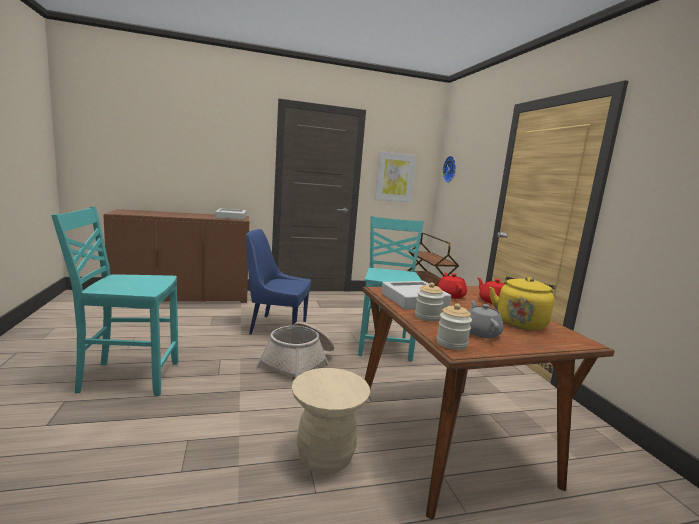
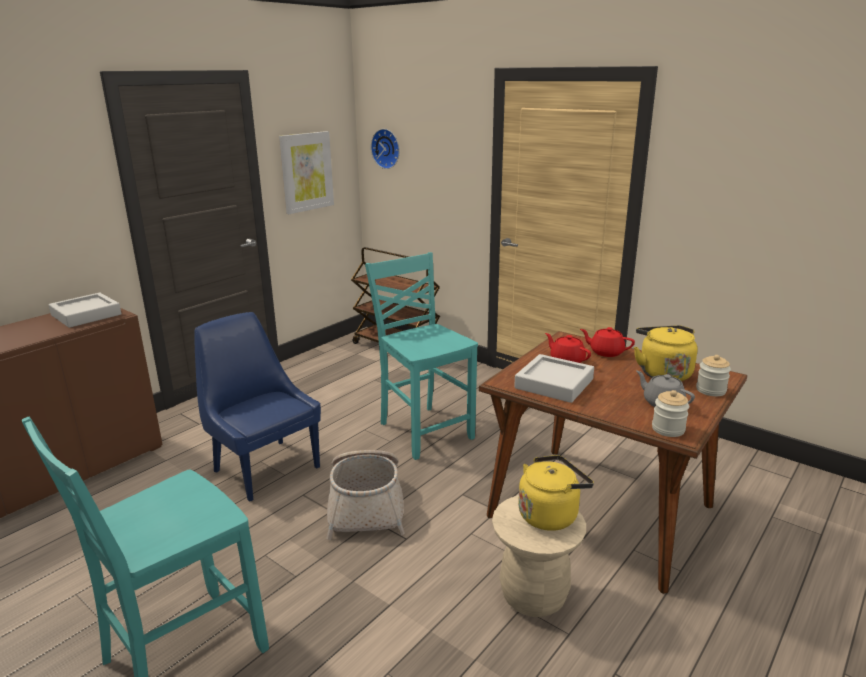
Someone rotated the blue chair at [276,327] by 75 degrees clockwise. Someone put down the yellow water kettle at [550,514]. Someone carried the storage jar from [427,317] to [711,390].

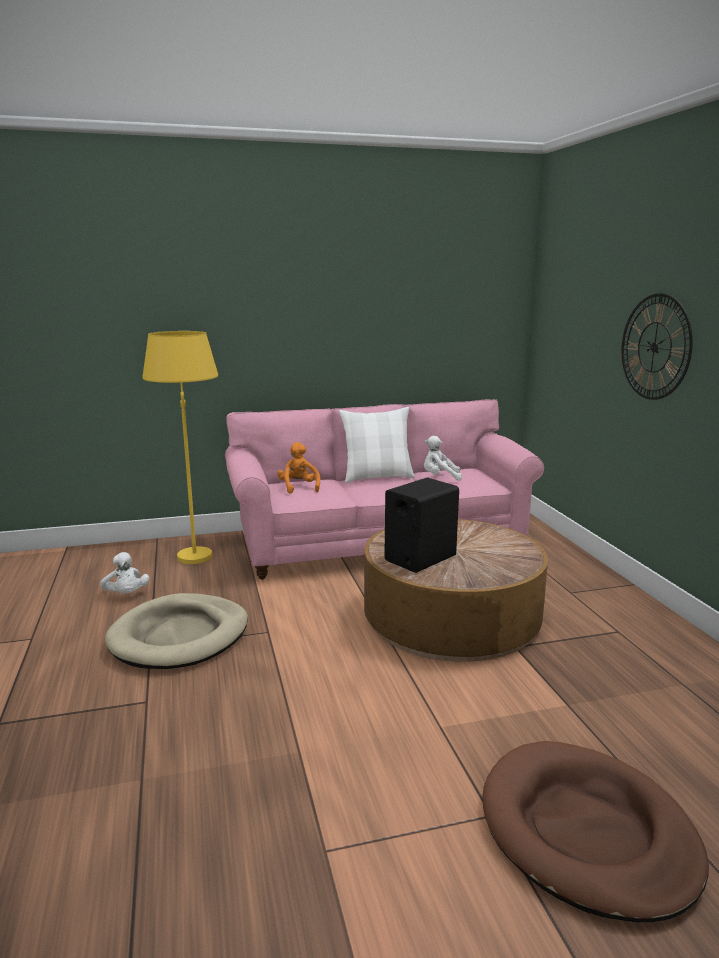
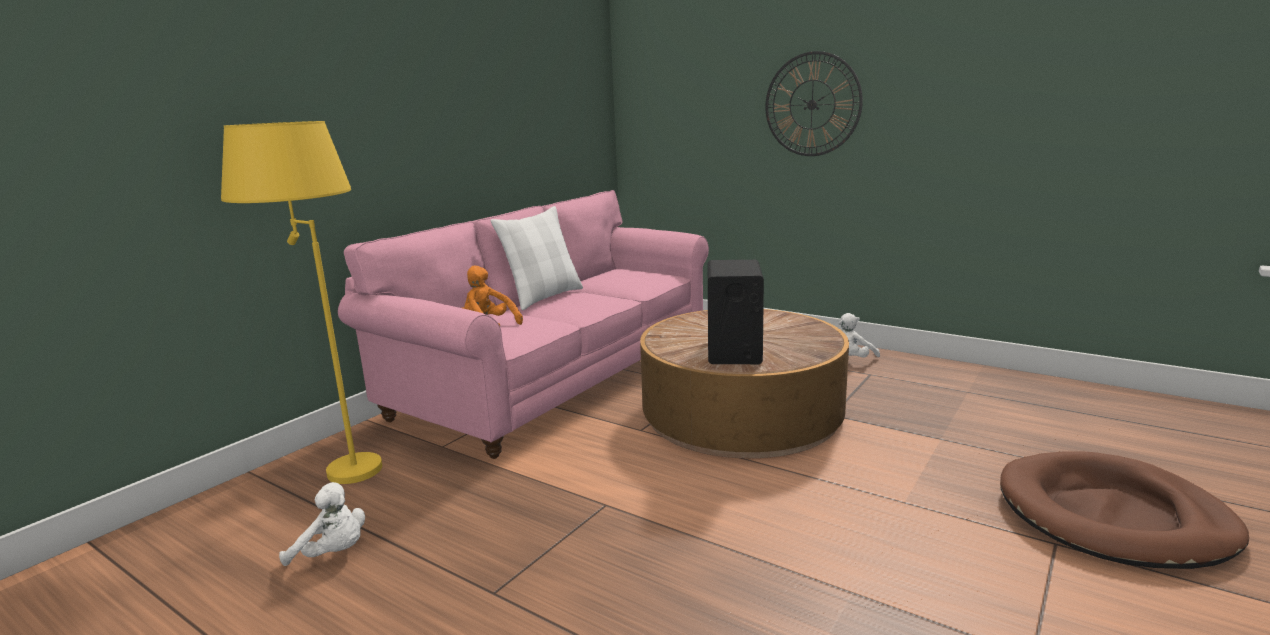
Someone carried the white plush toy from [440,477] to [852,359]. Someone took away the beige pet bed at [180,636].

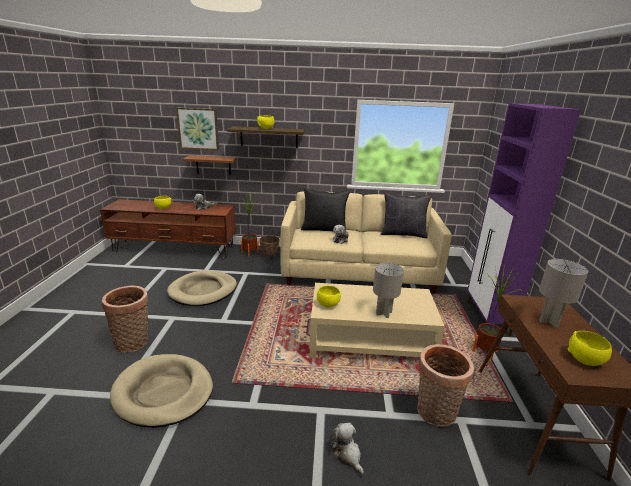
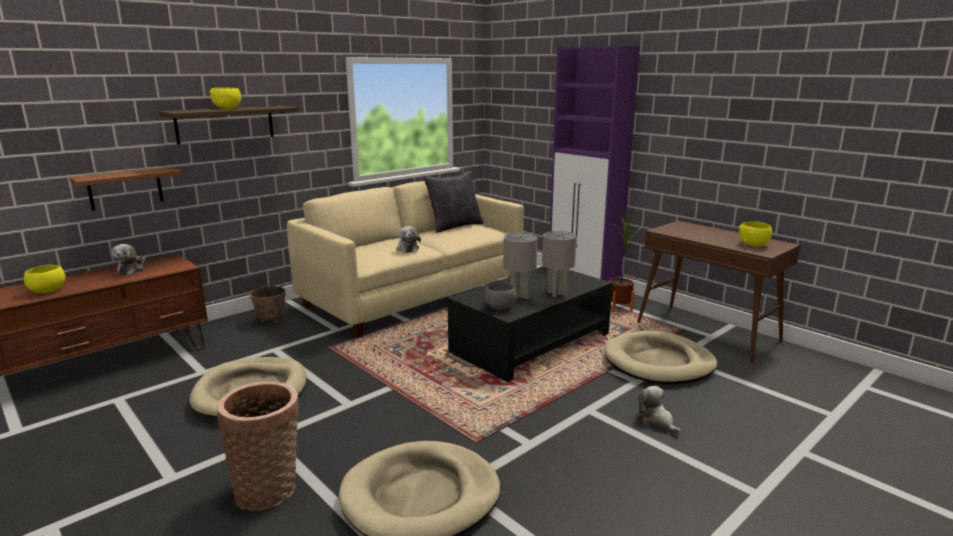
Someone repainted the beige low table at [370,340], which became the black low table at [530,343]. Someone repainted the yellow serving bowl at [327,304], which became the greyish serving bowl at [500,307]. Someone carried the greyish lamp for a table from [548,321] to [518,296]. Someone swapped the basket at [435,413] for the beige pet bed at [659,362]. Someone rotated the plush toy at [347,454] by 45 degrees clockwise. Someone took away the wall art at [198,129]. Someone took away the houseplant at [250,253]. Someone took away the black throw pillow at [324,229].

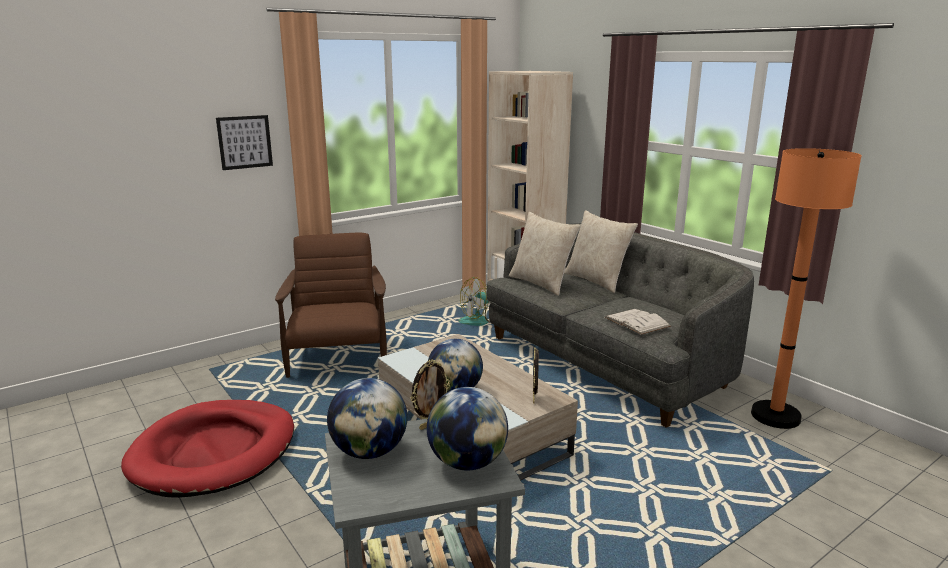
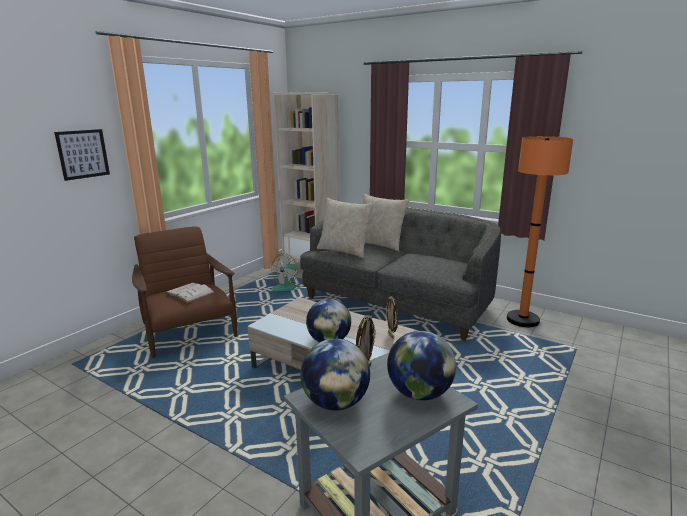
Someone carried the white volume from [637,322] to [190,292]. Someone took away the red-coloured pet bed at [214,452].

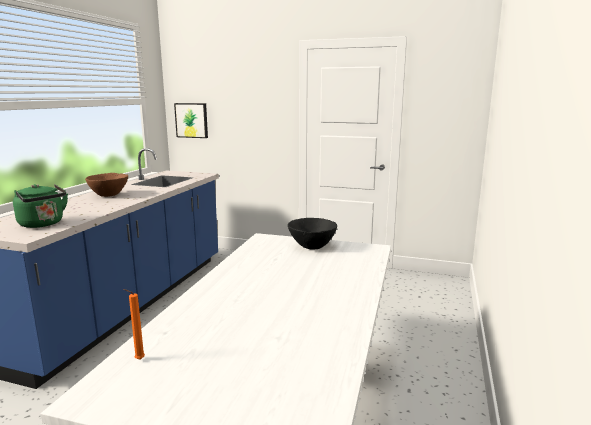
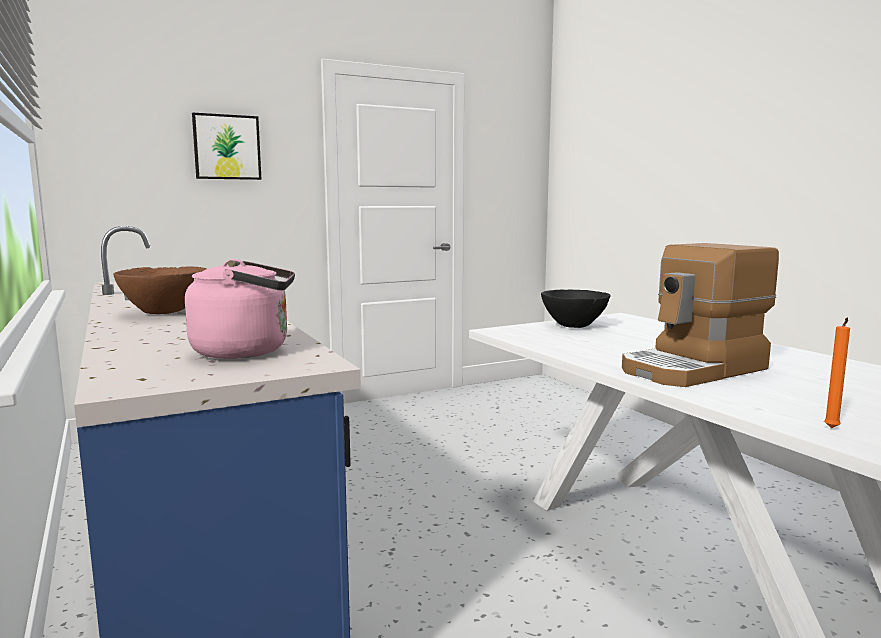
Someone repainted the greenish water kettle at [43,224], which became the pinkish water kettle at [247,351]. Someone carried the wall art from [192,120] to [227,147]. Someone put down the coffee brewer at [694,369].

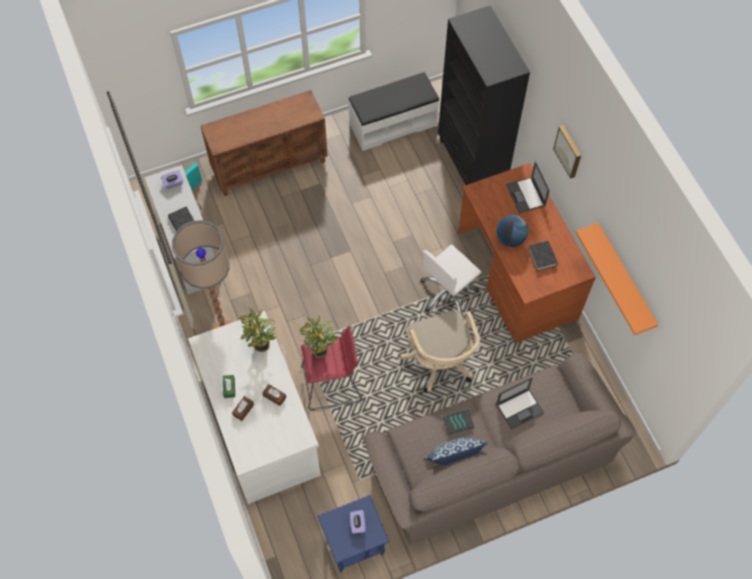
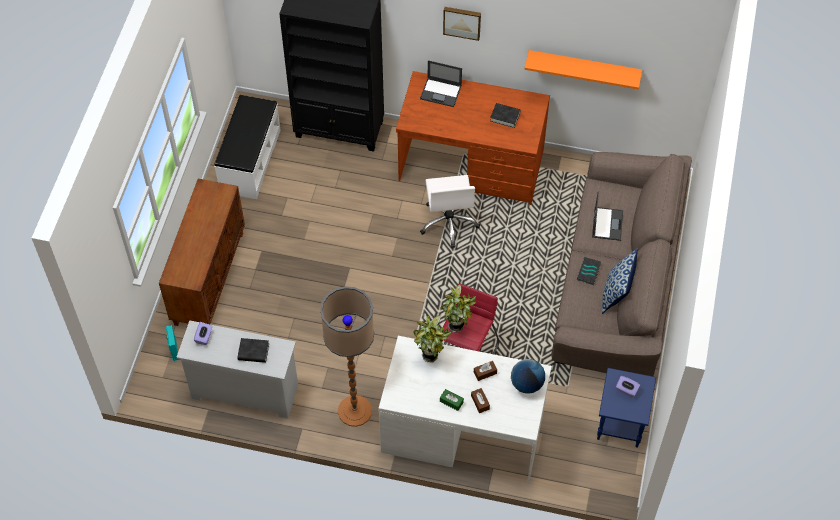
Someone carried the desk globe from [510,238] to [527,384]. Someone took away the beige desk chair at [440,363].

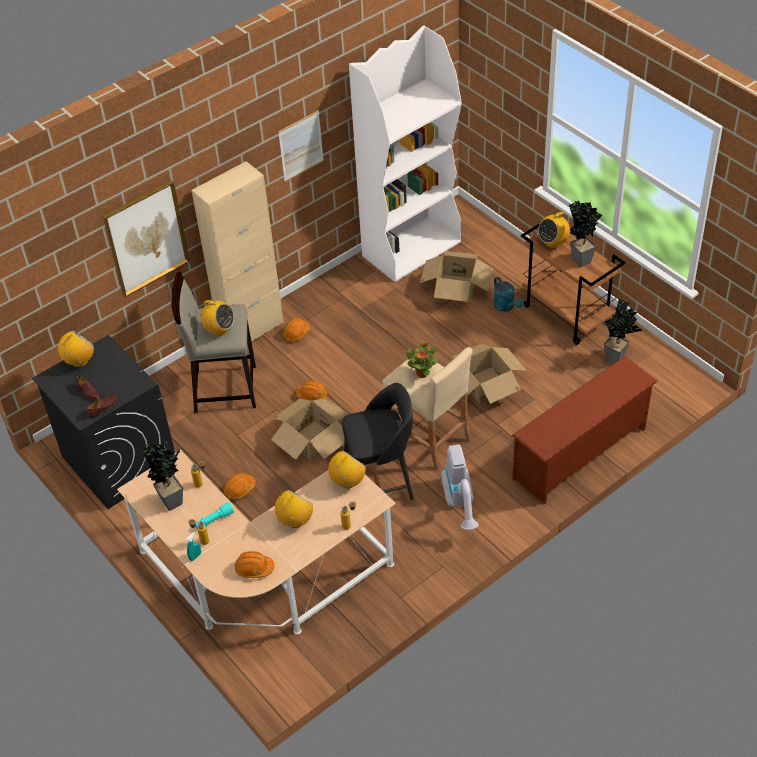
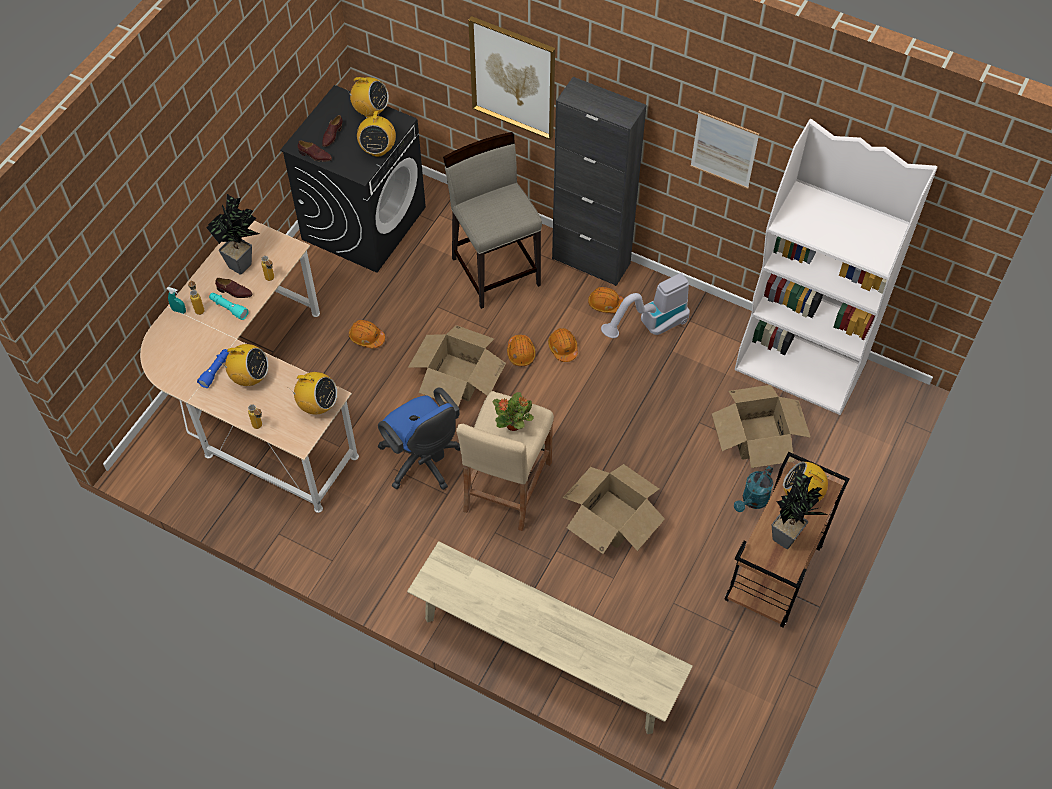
Someone put down the blue torch at [215,370]. Someone put down the brown-coloured low shoe at [234,292]. Someone carried the radio set from [219,330] to [378,149]. Someone swapped the black stool at [380,483] for the blue desk chair at [423,462]. Someone swapped the brown-coloured shoe rack at [581,454] for the beige bench at [546,655]. Someone carried the orange-coloured work helmet from [254,568] to [563,348]. Someone repainted the beige storage cabinet at [251,330], which became the black storage cabinet at [591,261]. Someone carried the hoover from [460,504] to [650,327]. Someone took away the houseplant at [617,357].

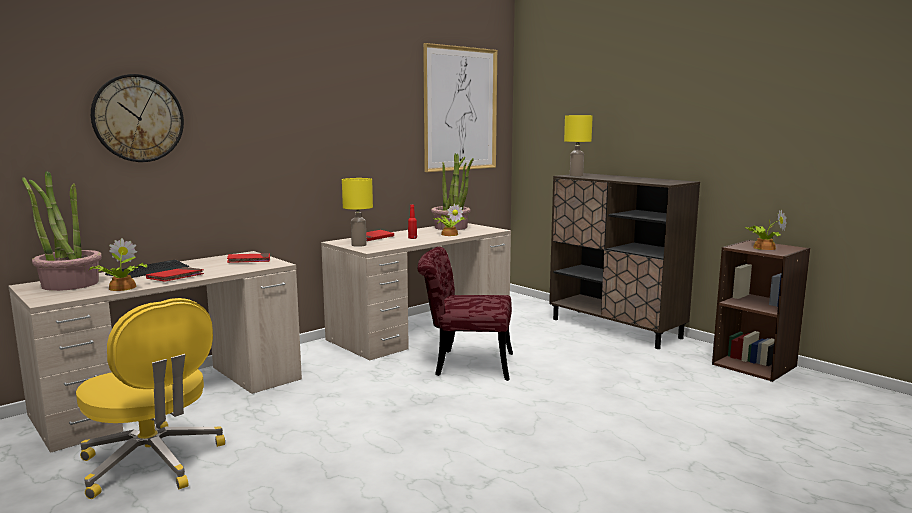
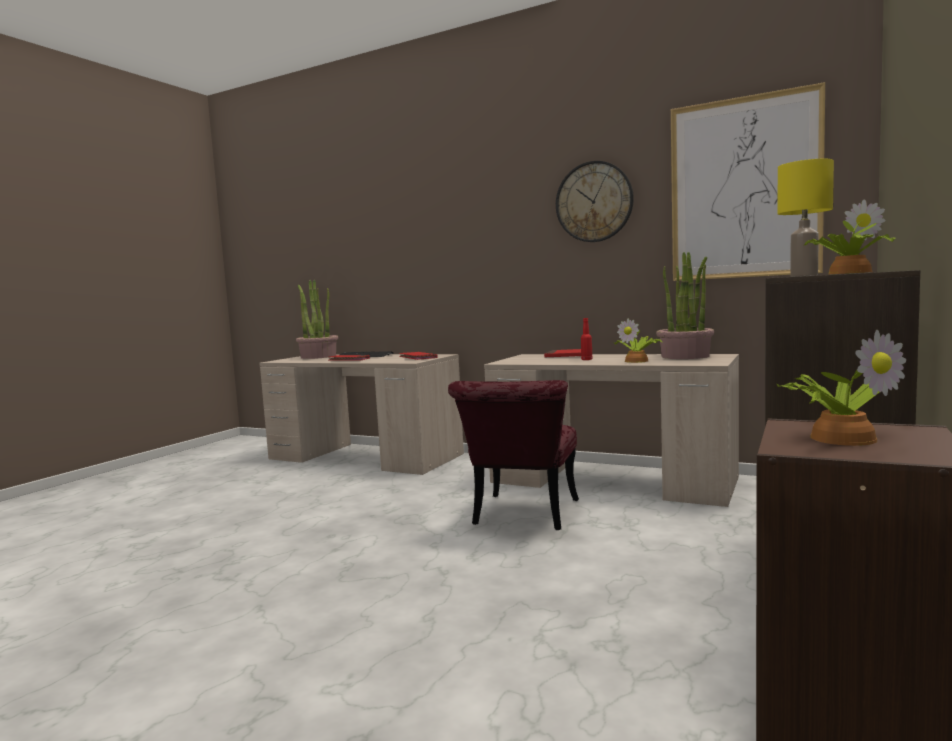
Someone rotated the red-coloured chair at [465,364] by 150 degrees counterclockwise. Someone carried the clock on the wall from [138,118] to [594,202]. Someone carried the houseplant from [121,288] to [847,273]. Someone took away the yellow desk chair at [153,463]. Someone took away the yellow lamp for a table at [359,245].

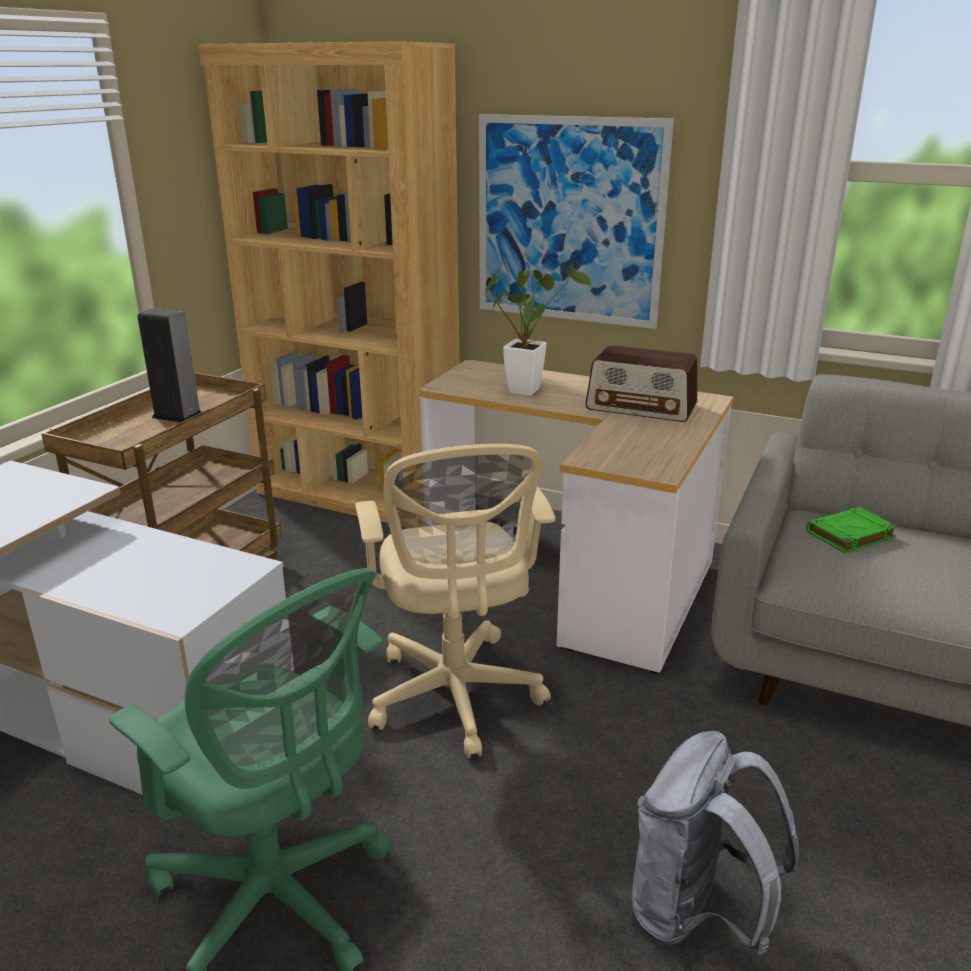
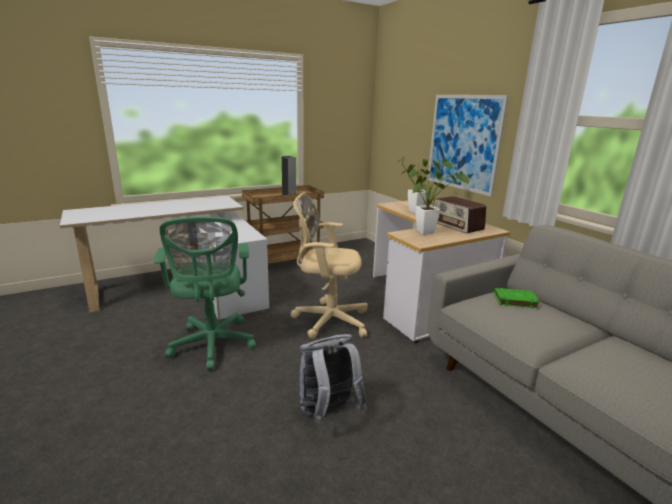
Someone rotated the beige desk chair at [456,698] by 75 degrees clockwise. Someone put down the houseplant at [429,232]. Someone took away the brown-coloured shelving unit at [358,495].

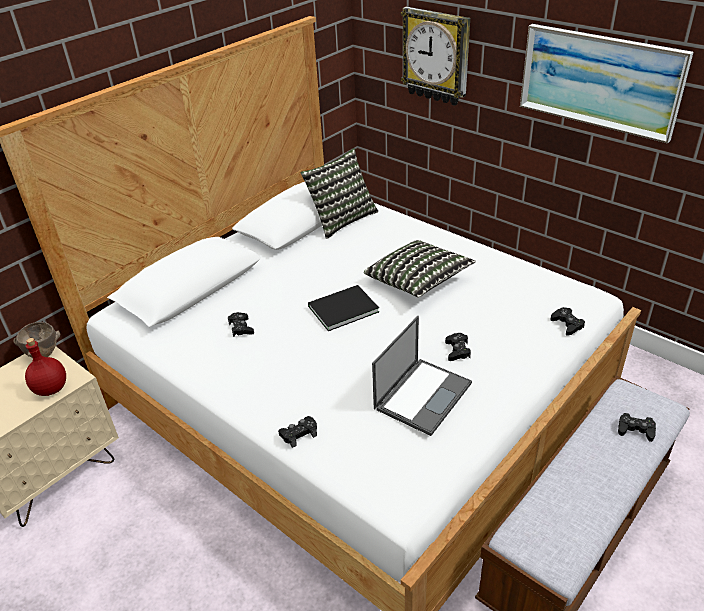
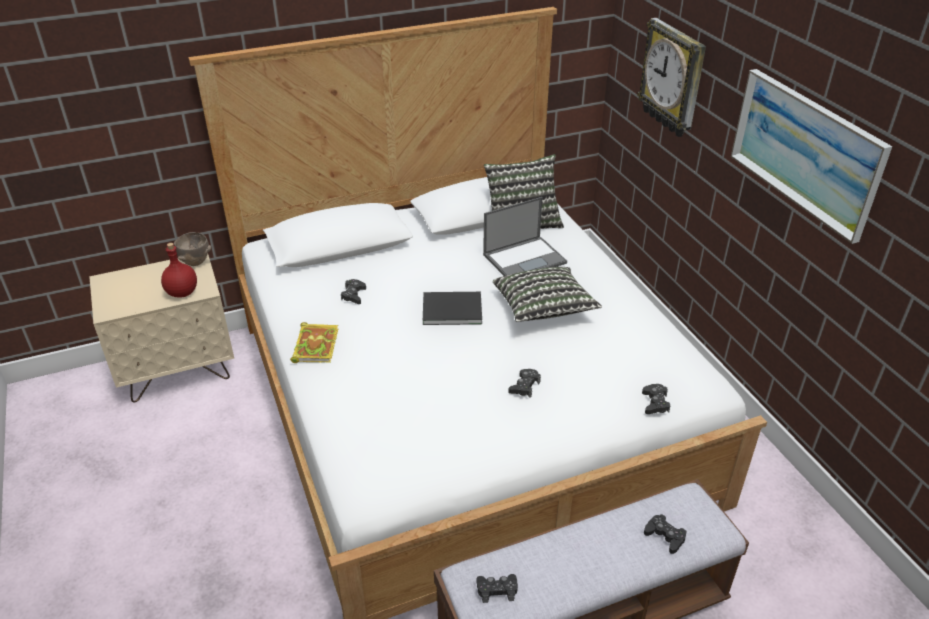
Someone put down the volume at [315,345]. Someone carried the black gamepad from [299,434] to [497,590]. Someone carried the notebook computer from [423,395] to [525,258].

